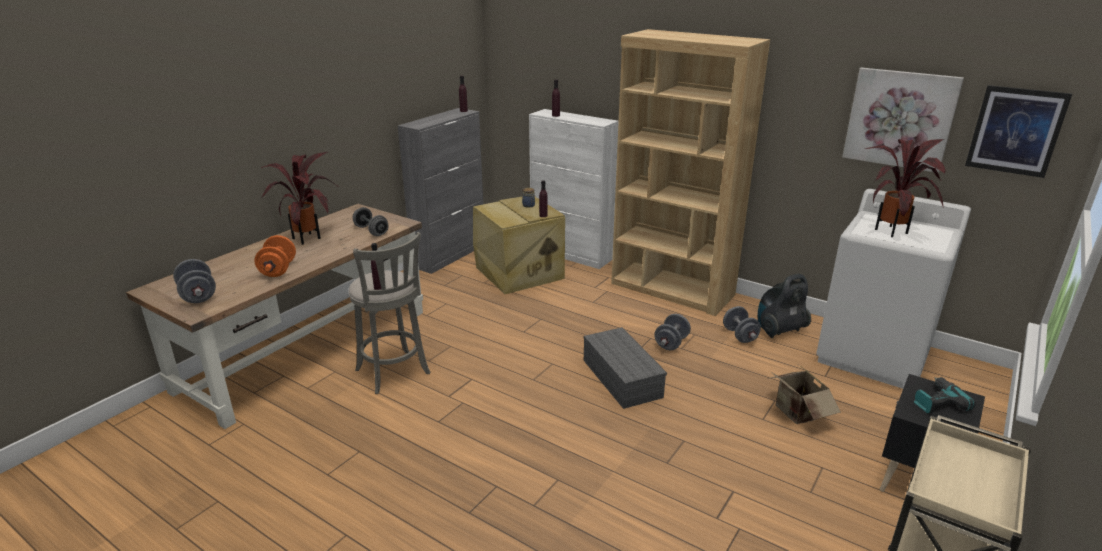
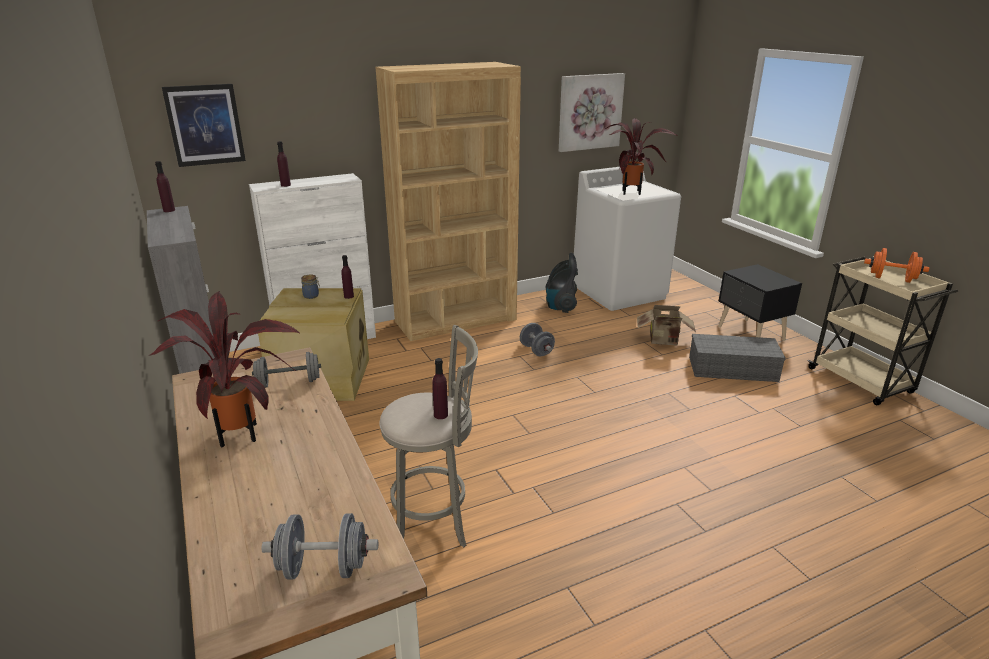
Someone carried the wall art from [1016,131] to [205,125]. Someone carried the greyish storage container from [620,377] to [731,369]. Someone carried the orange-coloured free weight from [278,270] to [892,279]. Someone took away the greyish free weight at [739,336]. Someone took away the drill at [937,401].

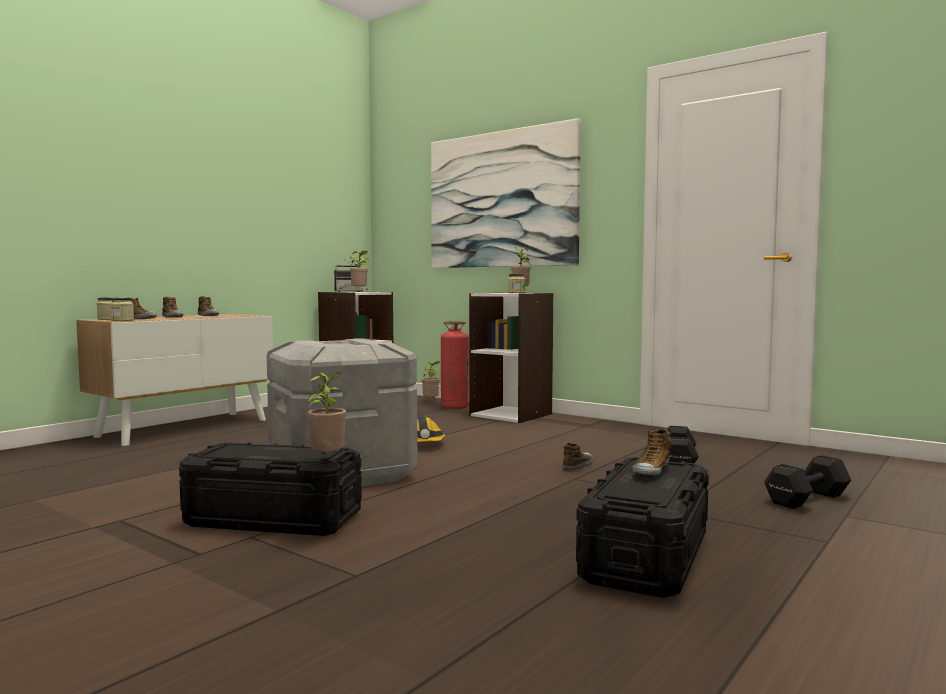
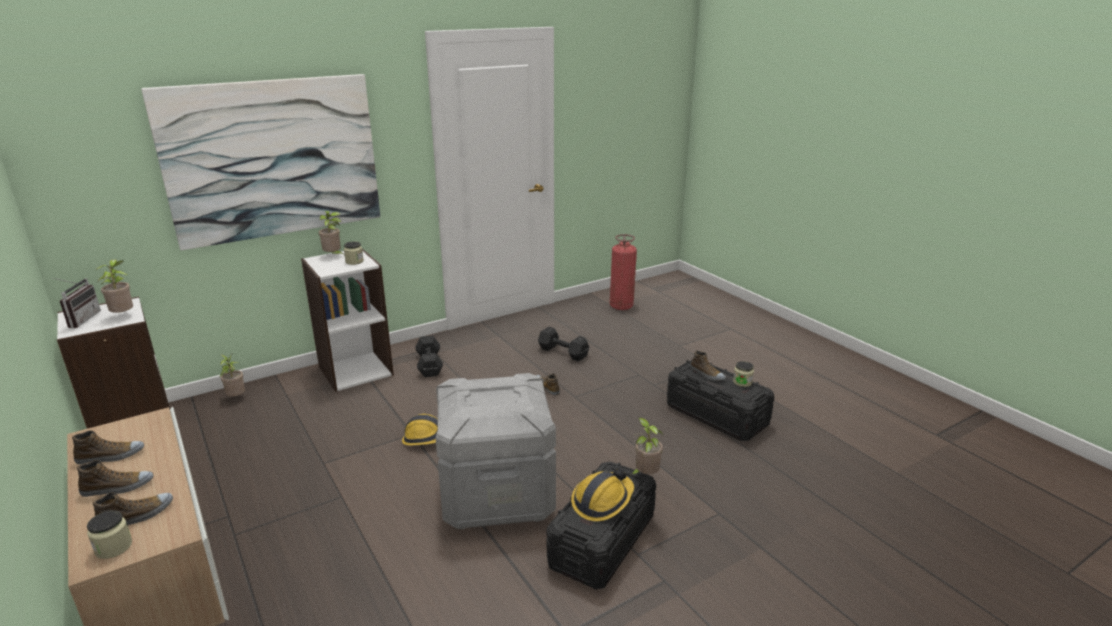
Someone carried the black free weight from [805,499] to [429,366]. Someone put down the work helmet at [602,501]. Someone carried the extinguisher from [454,407] to [621,306]. Someone carried the storage jar from [122,320] to [742,382].

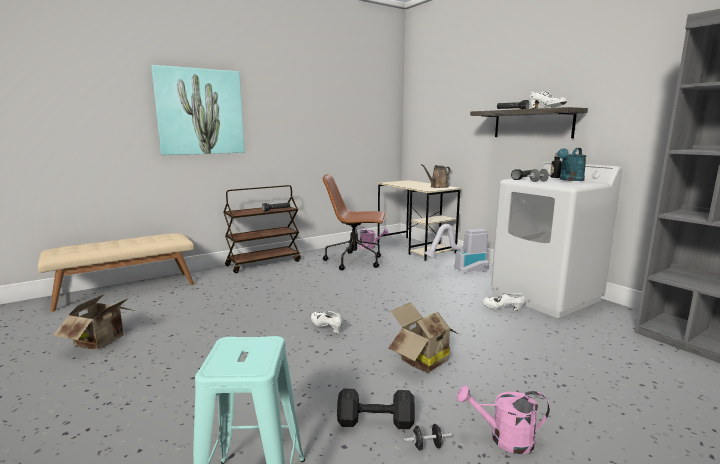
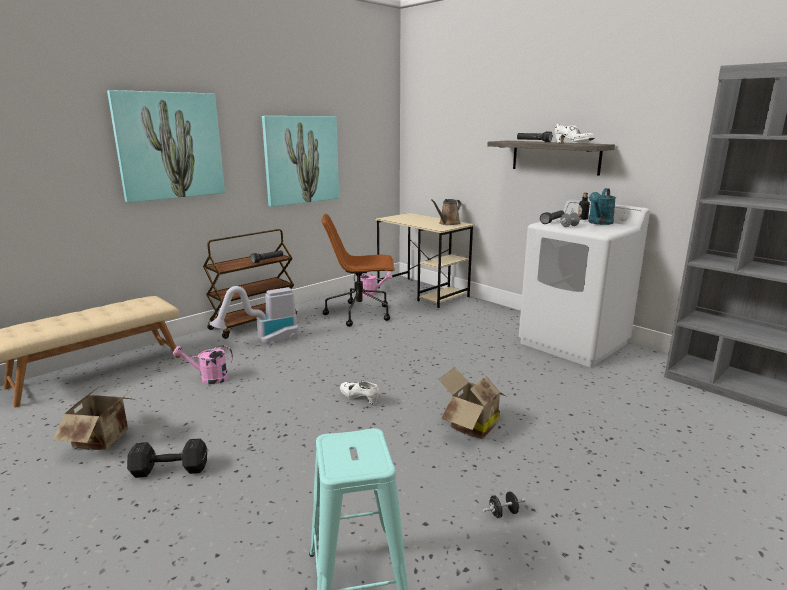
Someone carried the black free weight from [373,421] to [168,469]. Someone carried the pinkish watering pot from [504,439] to [208,378]. Someone carried the hoover from [460,271] to [264,341]. Someone put up the wall art at [301,160]. Someone took away the white low shoe at [503,309].

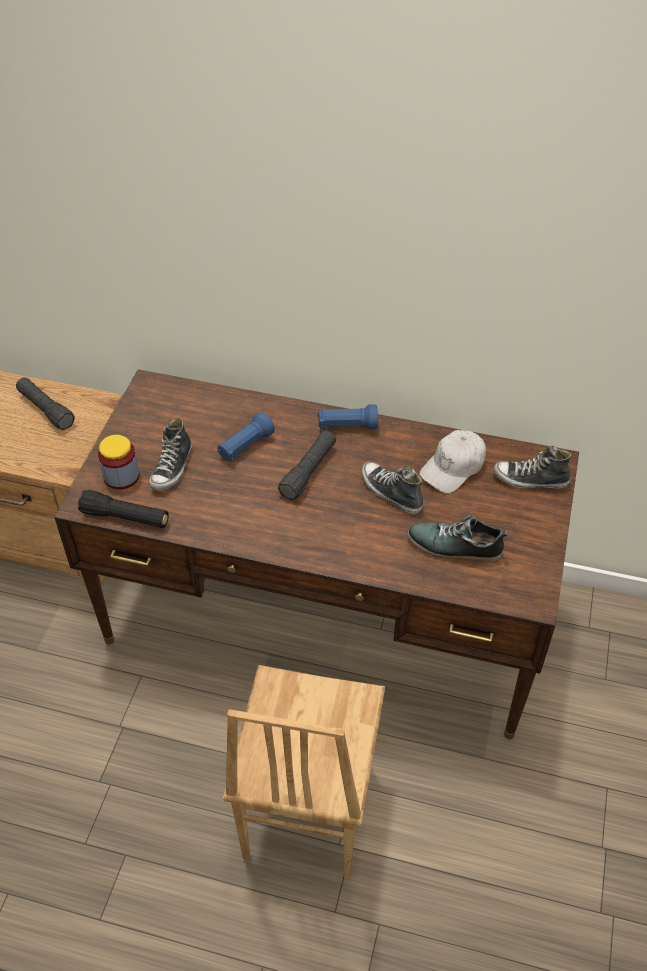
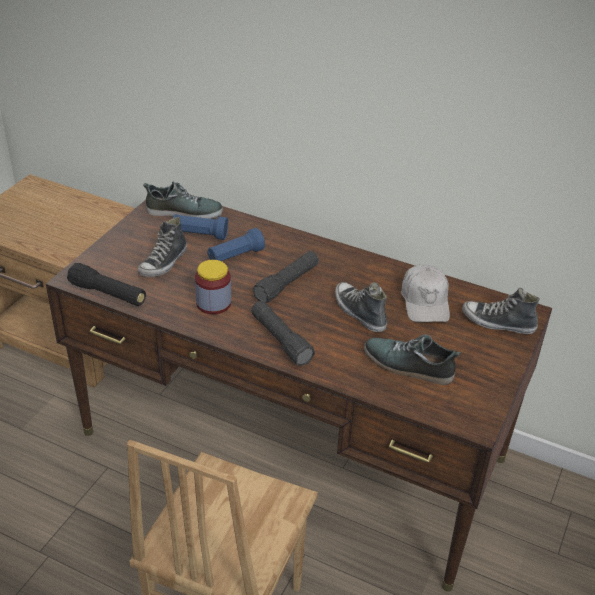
Someone put down the low shoe at [184,211]. Someone carried the blue torch from [347,426] to [199,234]. Someone carried the storage jar from [121,476] to [213,303]. Someone carried the black torch from [46,409] to [280,340]. Someone rotated the white baseball cap at [453,467] by 60 degrees counterclockwise.

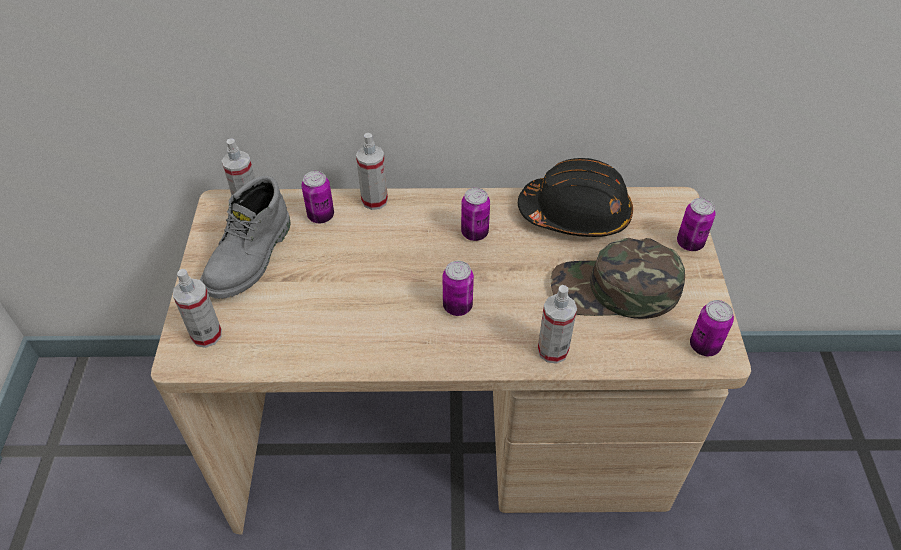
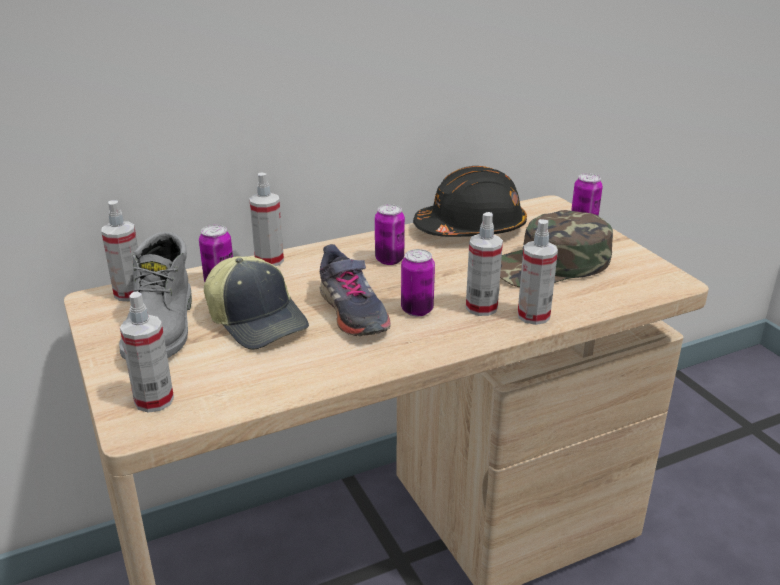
Someone put down the baseball cap at [258,321]. Someone put down the greyish low shoe at [352,312]. Someone put down the hand sprayer at [481,307]. Someone took away the can at [704,346].

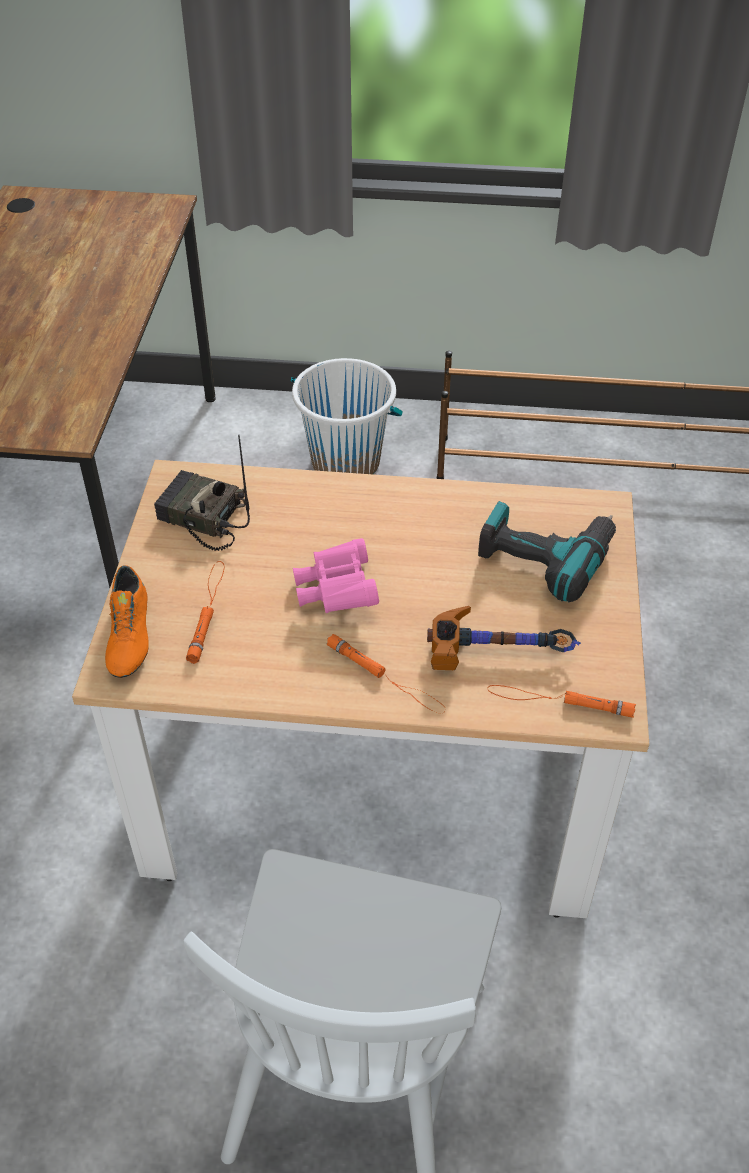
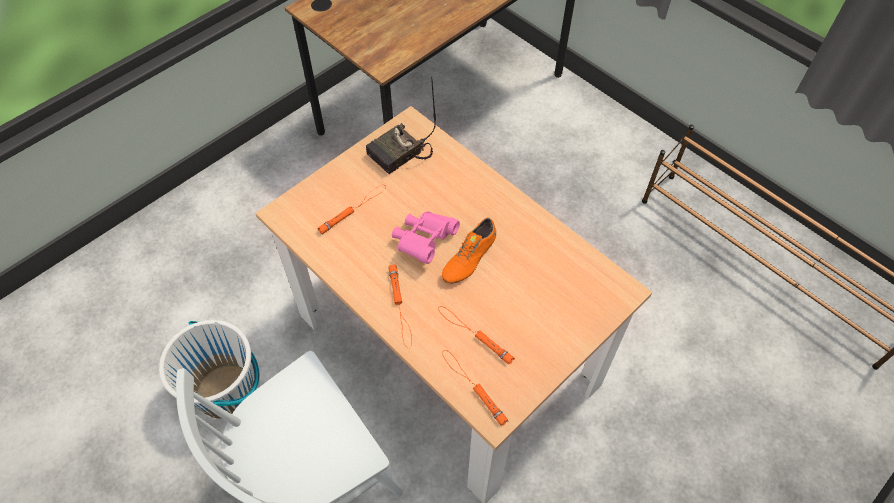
Someone carried the white water bucket from [346,462] to [226,391]. Someone rotated the radio set at [201,518] by 105 degrees counterclockwise. Someone swapped the hammer at [502,649] for the orange-coloured torch at [474,334]. Someone carried the orange-coloured low shoe from [128,636] to [469,258]. Someone took away the drill at [545,555].

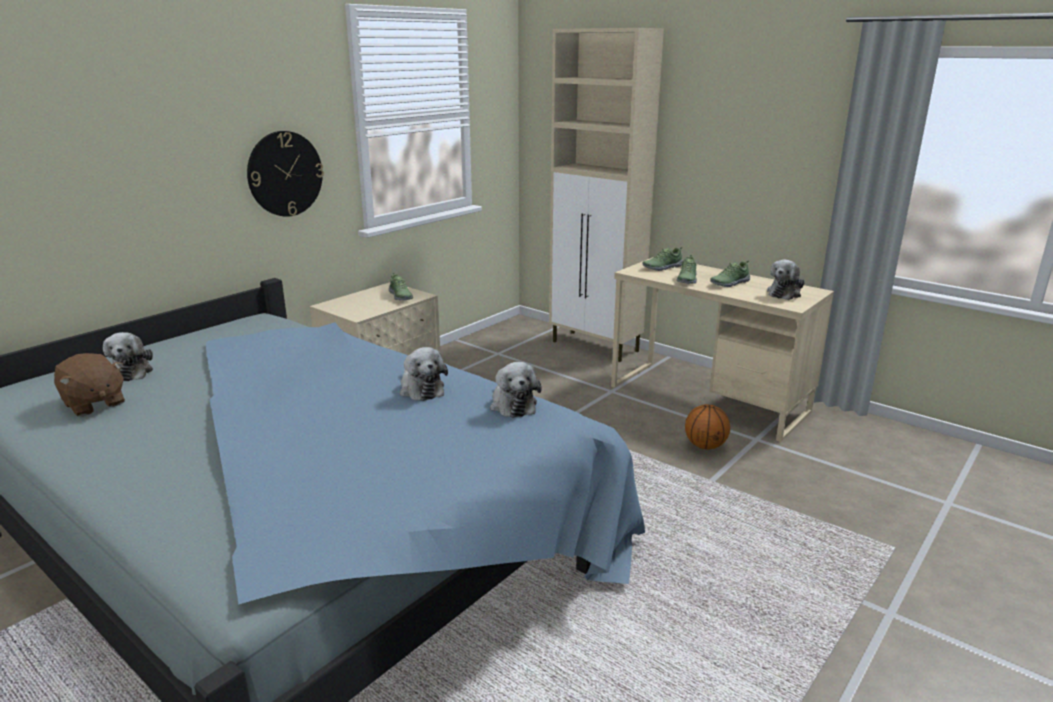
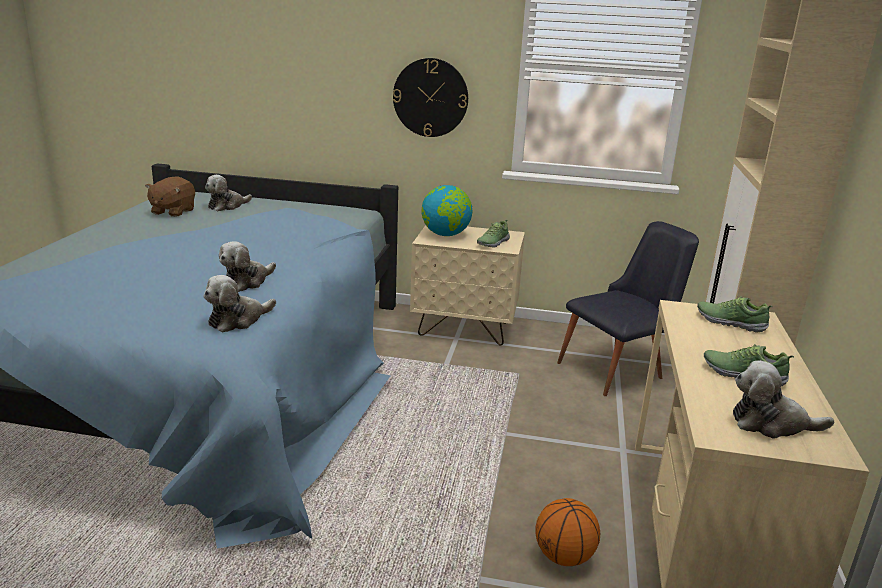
Someone put down the desk globe at [445,235]. Someone put down the black chair at [619,369]. Someone took away the low shoe at [686,279].

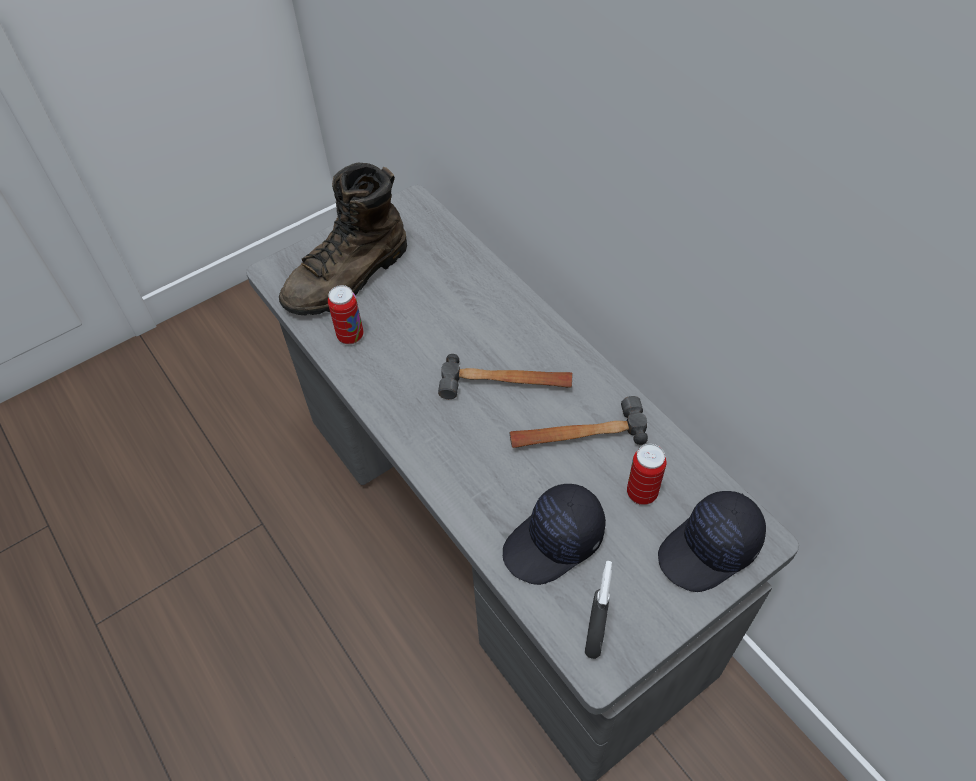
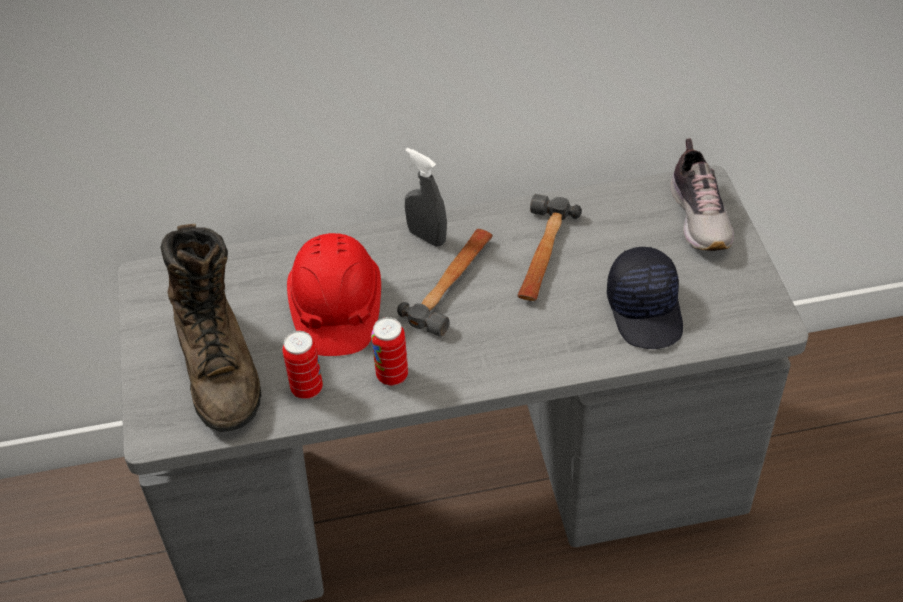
Someone put down the red-coloured work helmet at [336,310]. Someone carried the can from [642,493] to [392,375]. Someone carried the greyish hand sprayer from [595,635] to [427,237]. Someone swapped the black baseball cap at [710,550] for the low shoe at [700,217].

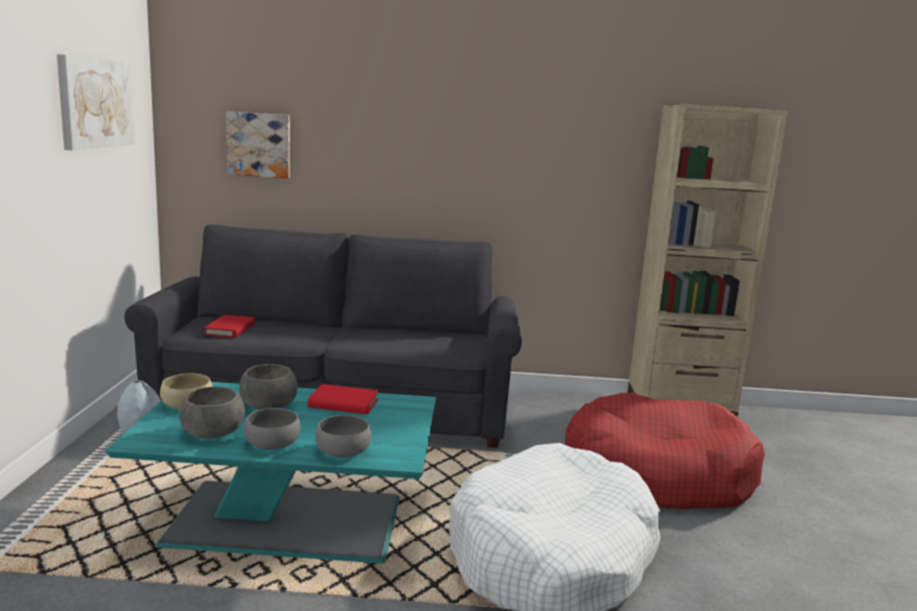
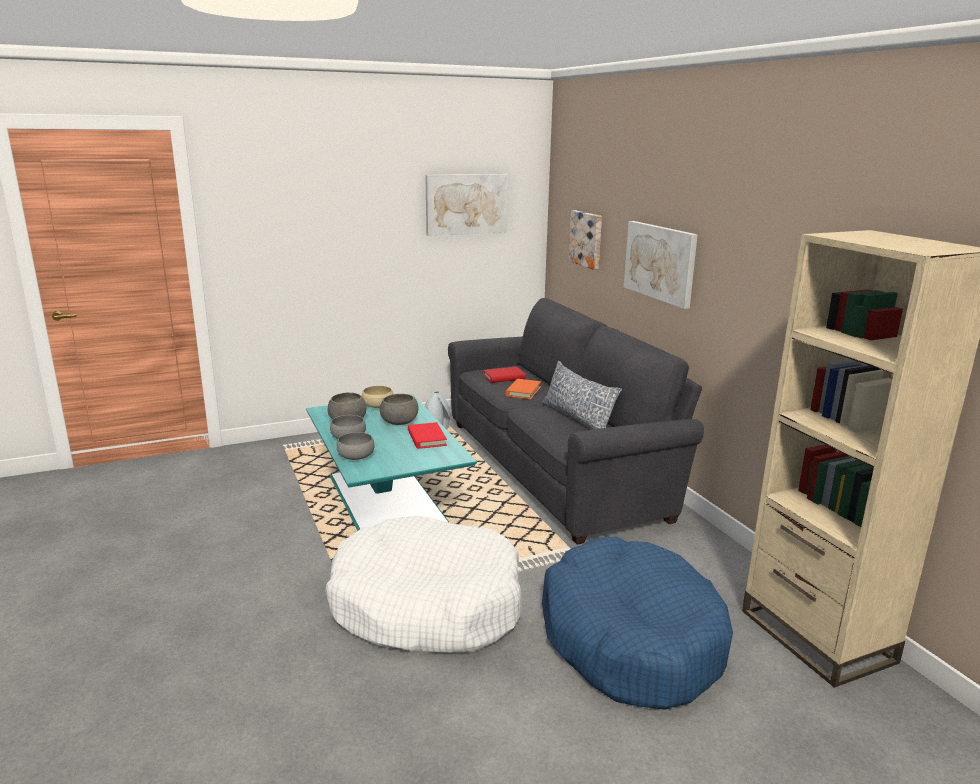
Someone put down the orange-coloured volume at [523,391]. Someone put down the throw pillow at [577,418]. Someone repainted the red-coloured pet bed at [657,474], which became the blue pet bed at [630,639]. Someone put up the wall art at [660,262].

